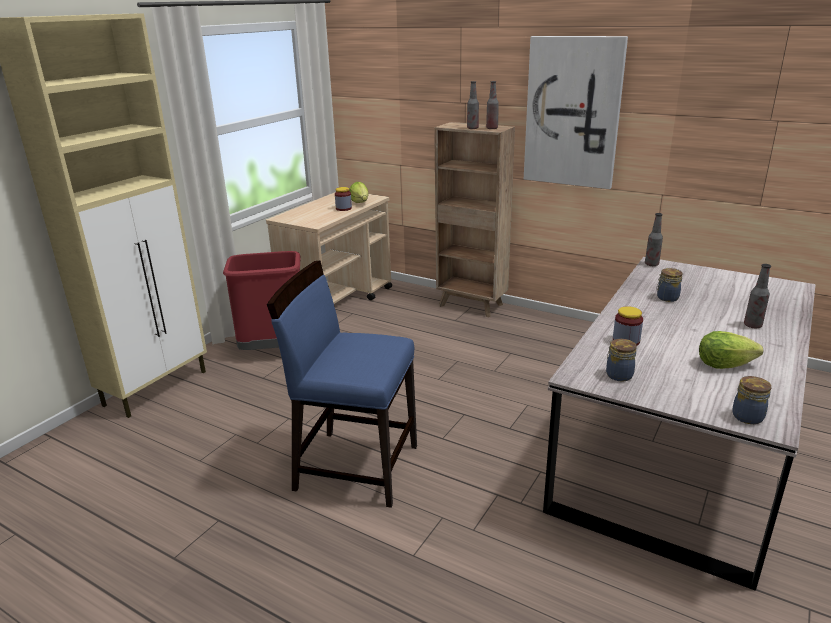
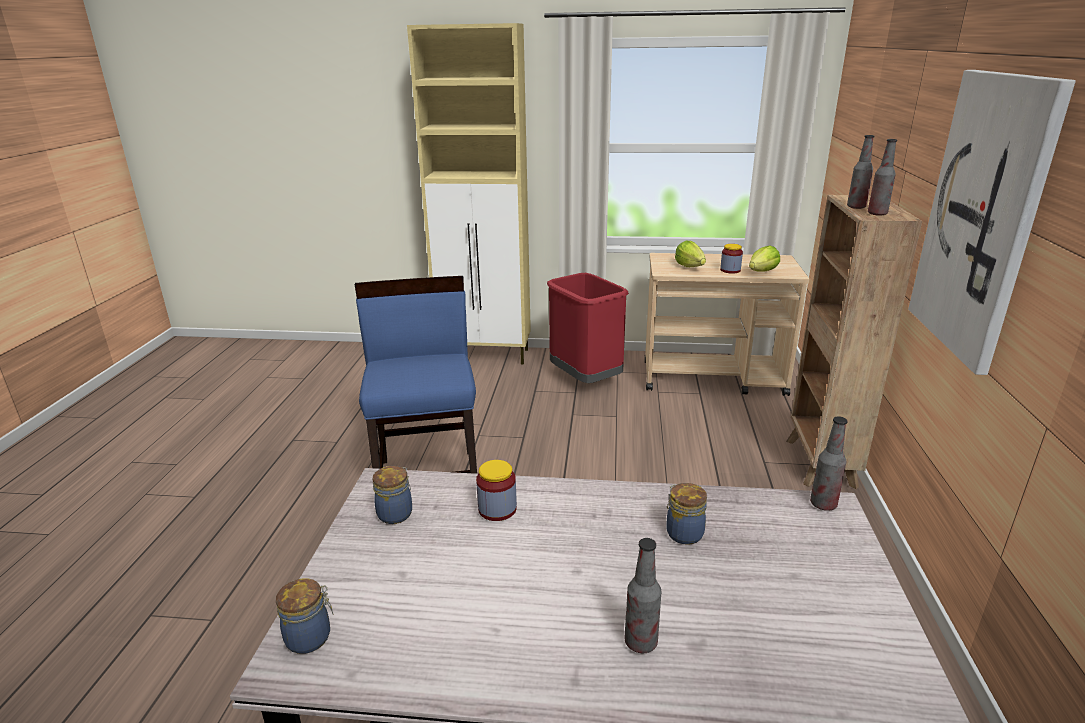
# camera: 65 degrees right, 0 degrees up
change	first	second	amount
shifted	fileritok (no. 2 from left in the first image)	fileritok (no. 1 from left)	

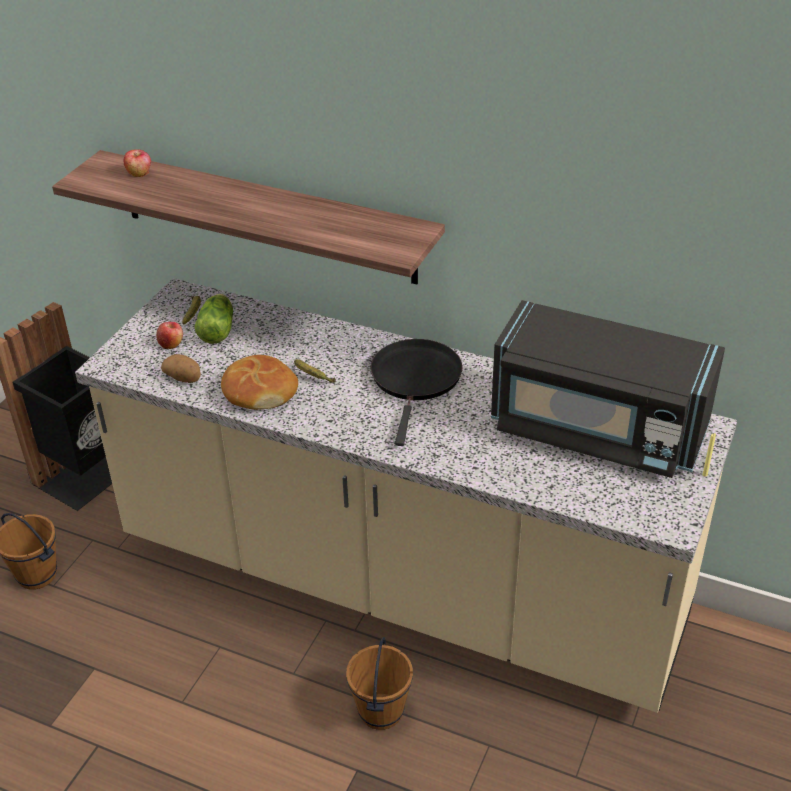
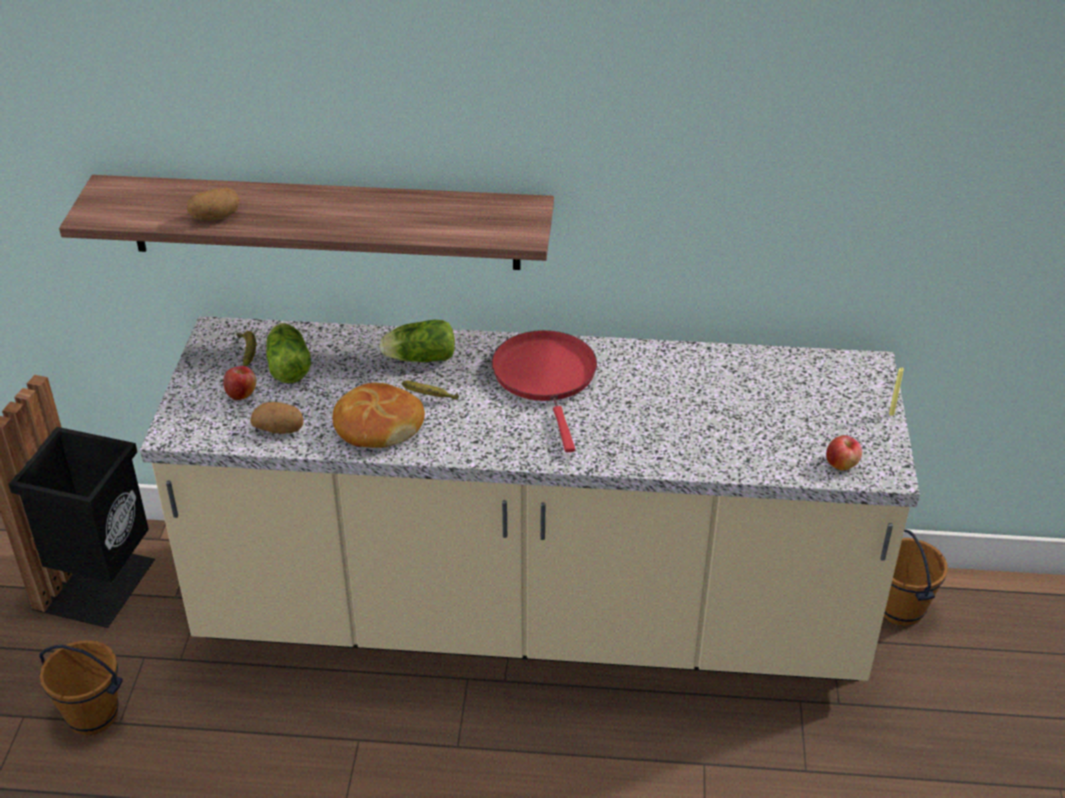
# camera: 20 degrees left, 0 degrees up
change	first	second	amount
gone	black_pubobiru		
new		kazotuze (no. 1 from left)	
new		fileritok (no. 2 from left)	
shifted	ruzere (no. 1 from left in the first image)	ruzere (no. 2 from left)	
shifted	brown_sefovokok (no. 2 from left)		
repainted	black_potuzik	red_potuzik	

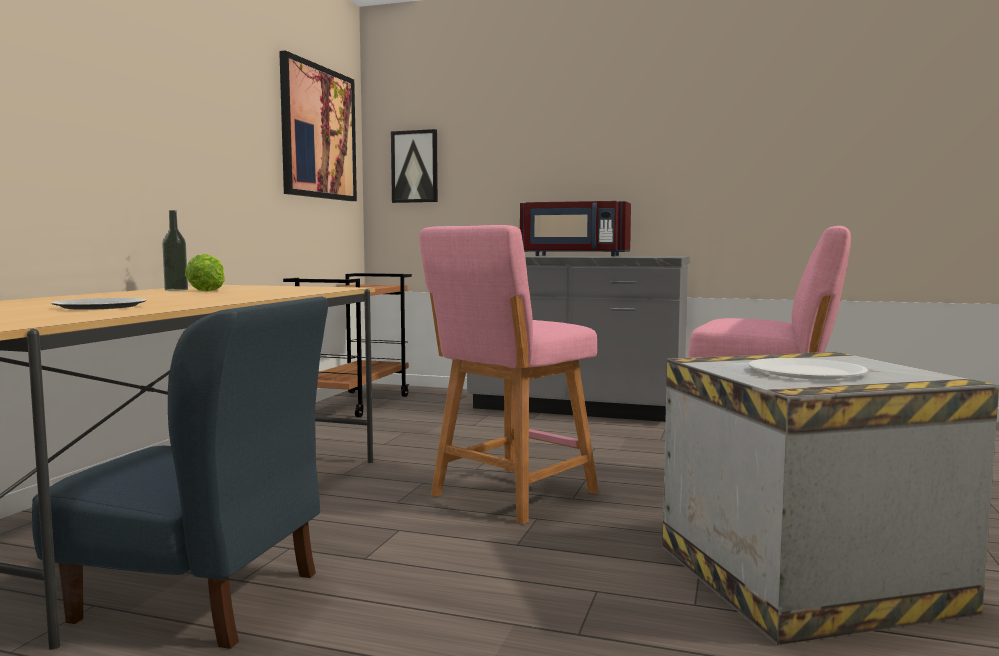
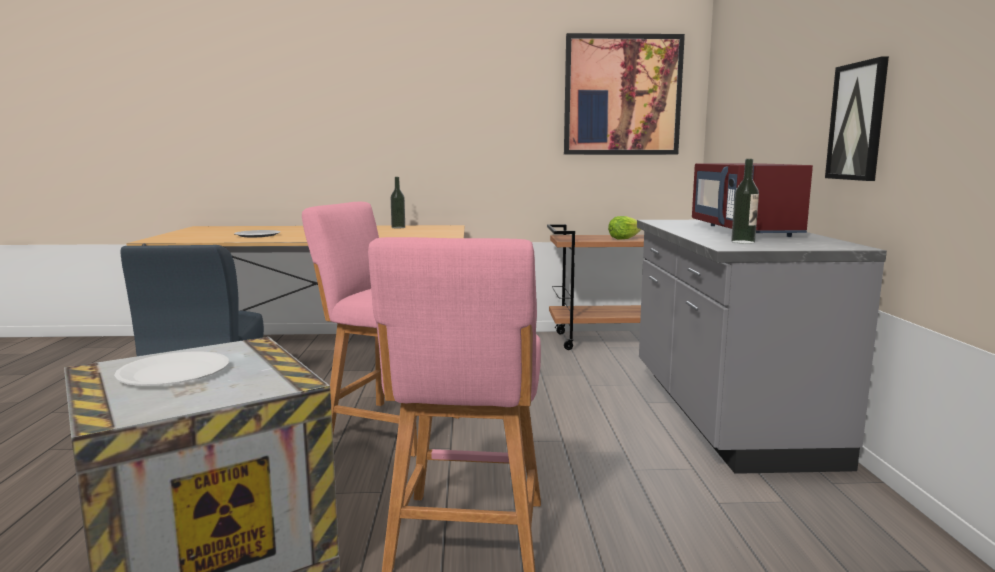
# camera: 70 degrees right, 5 degrees up
change	first	second	amount
new		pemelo (no. 2 from left)	
shifted	fileritok		
shifted	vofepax (no. 2 from left)		

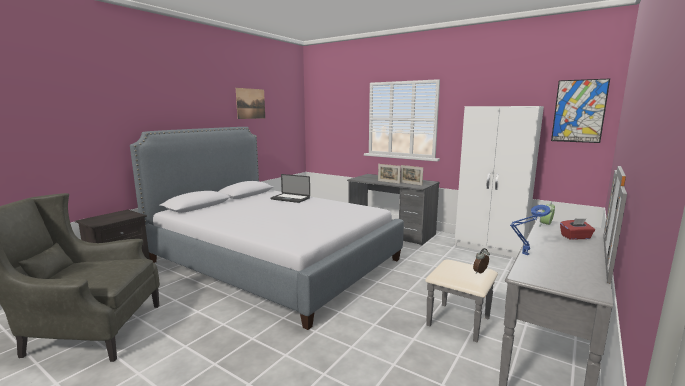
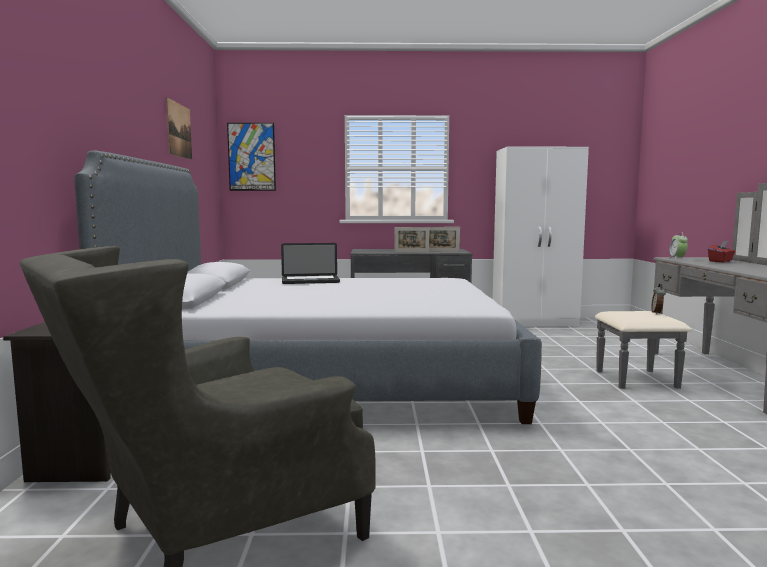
# camera: 35 degrees left, 5 degrees down
change	first	second	amount
gone	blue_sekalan		
shifted	vofepax (no. 2 from left)		

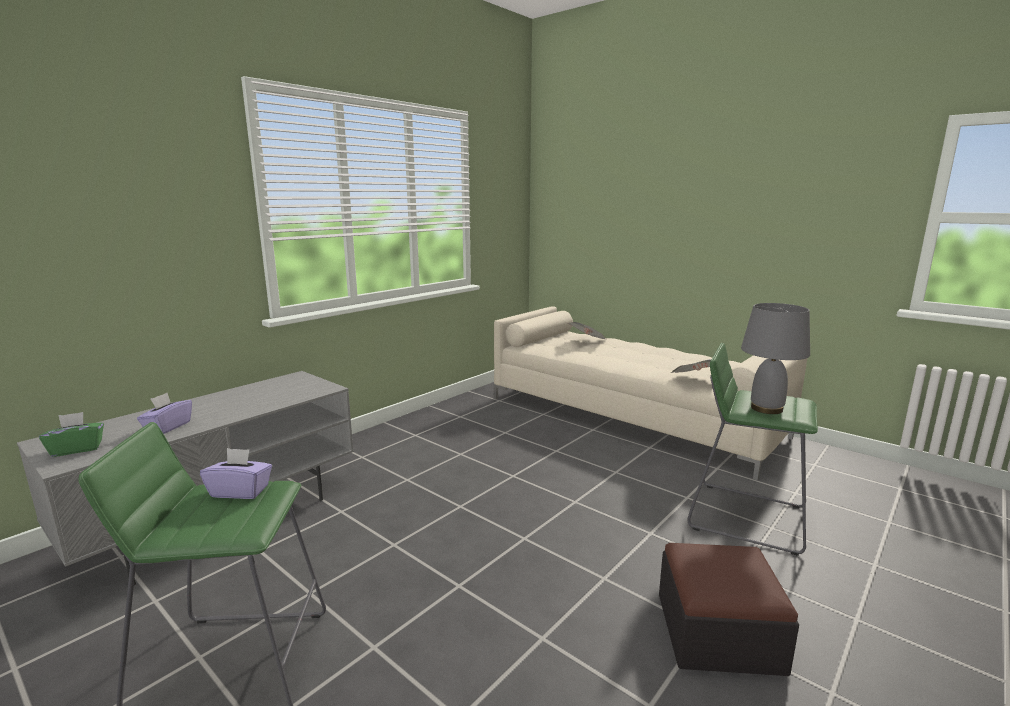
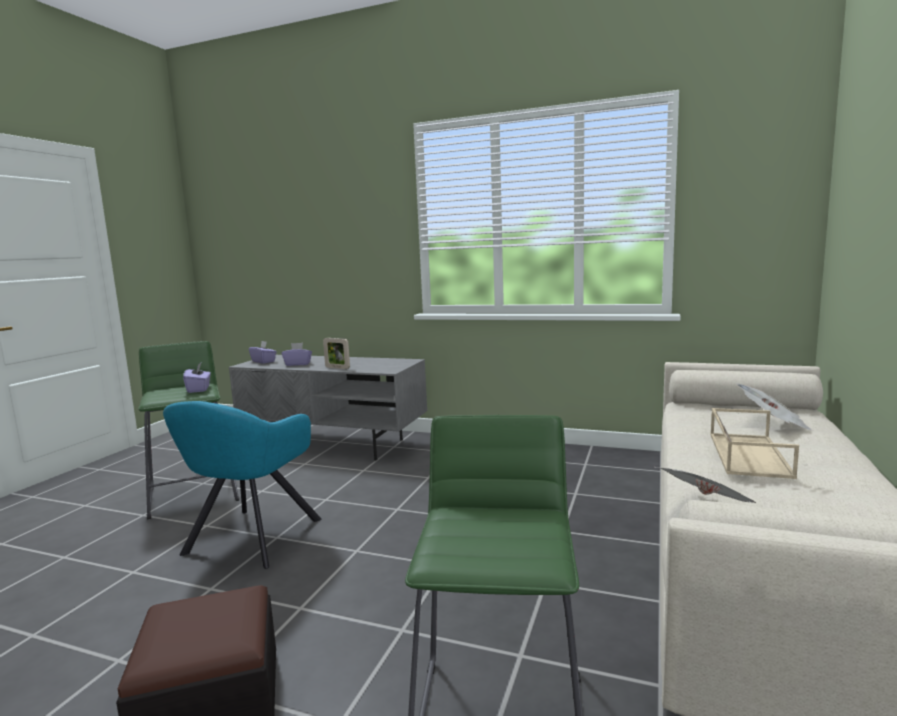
# camera: 70 degrees right, 5 degrees down
change	first	second	amount
gone	grey_sekalan		
new		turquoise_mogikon	
new		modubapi	
new		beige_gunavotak	
repainted	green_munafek	purple_munafek (no. 2 from left)	

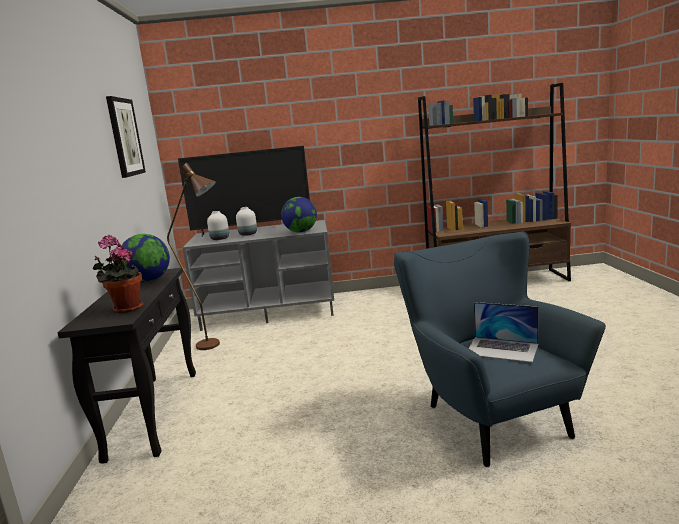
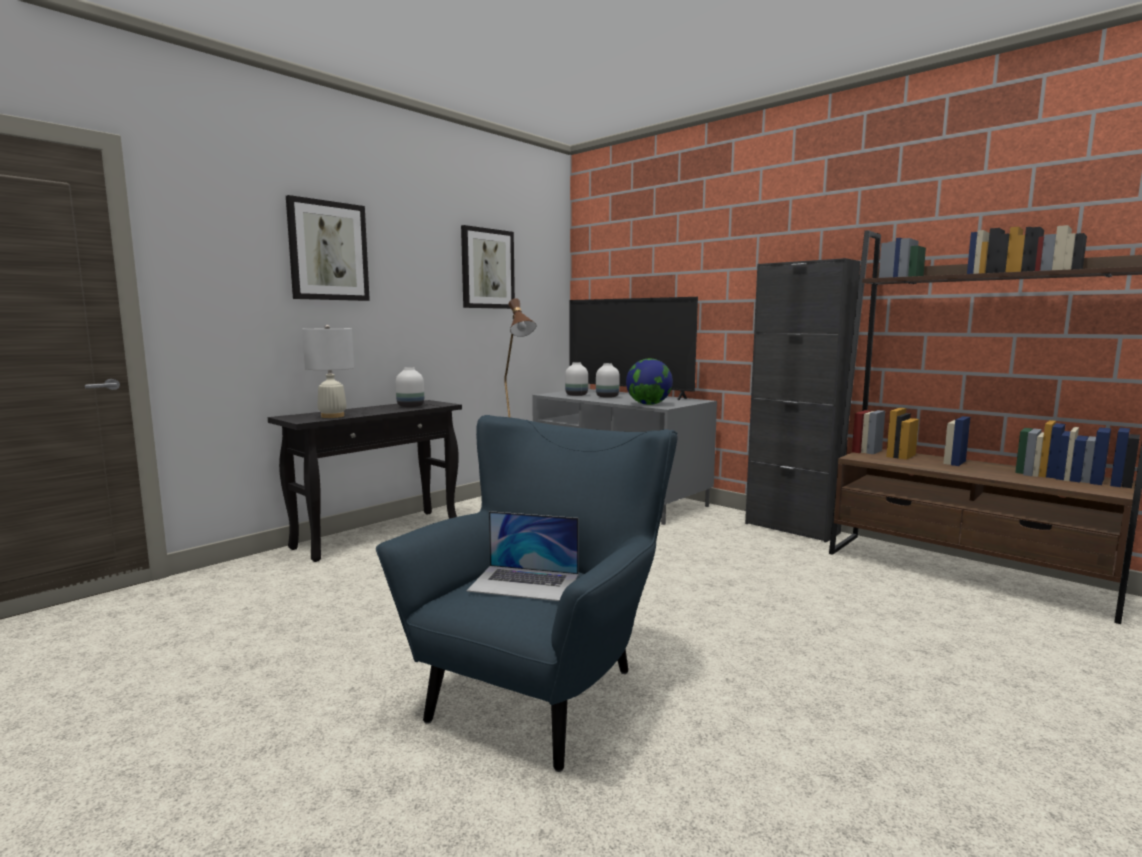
# camera: 45 degrees right, 5 degrees down
change	first	second	amount
new		vofepax (no. 1 from left)	
new		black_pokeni	
swapped	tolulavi	white_sekalan	
swapped	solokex (no. 1 from left)	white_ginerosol (no. 1 from left)	
rotated	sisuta		60 degrees counterclockwise

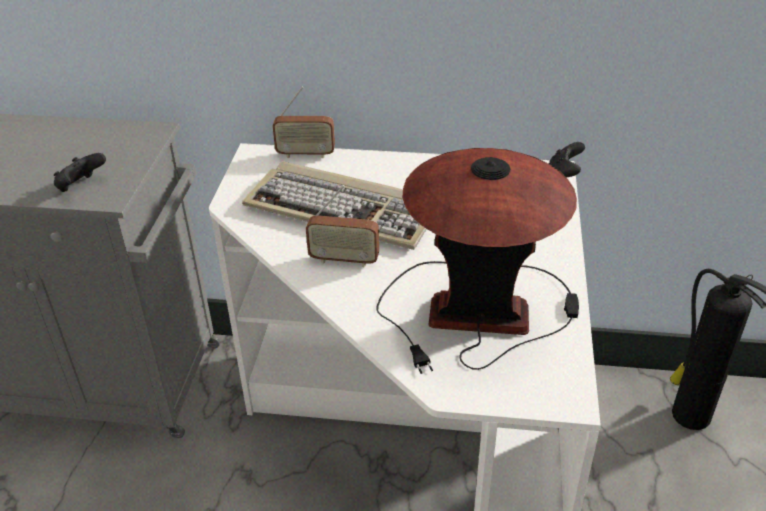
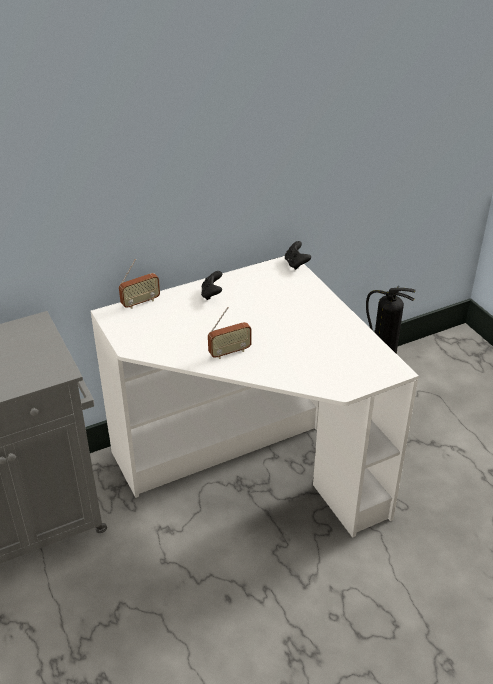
# camera: 35 degrees left, 0 degrees up
change	first	second	amount
gone	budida		
gone	sekalan		
shifted	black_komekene (no. 1 from left)		

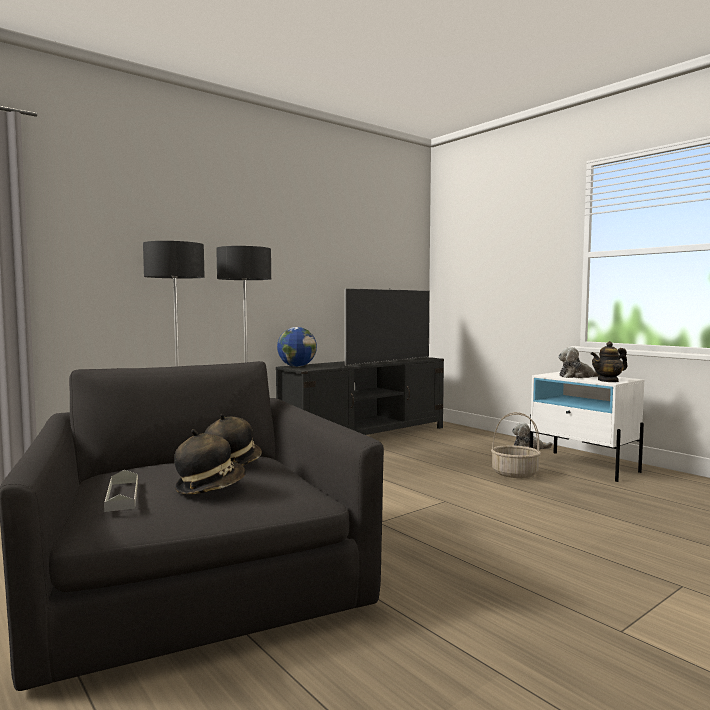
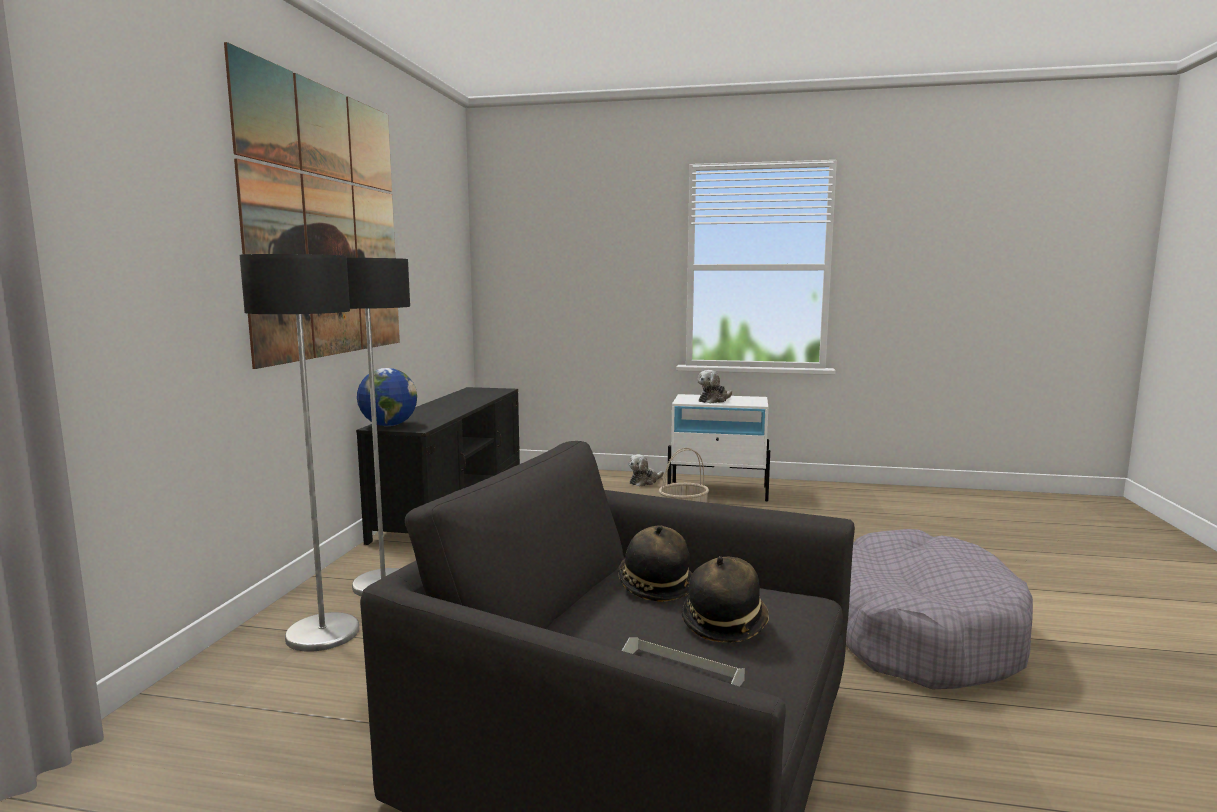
# camera: 40 degrees left, 5 degrees up
change	first	second	amount
gone	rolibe		
gone	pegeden		
new		vofepax	
new		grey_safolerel	

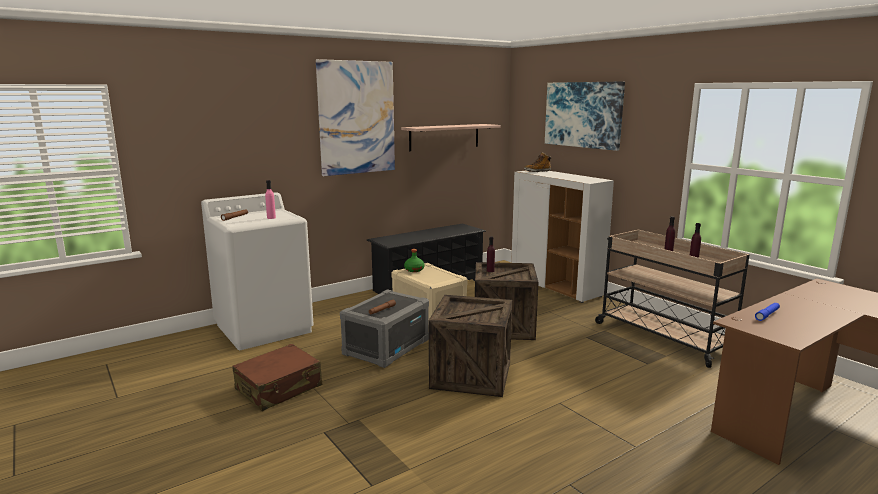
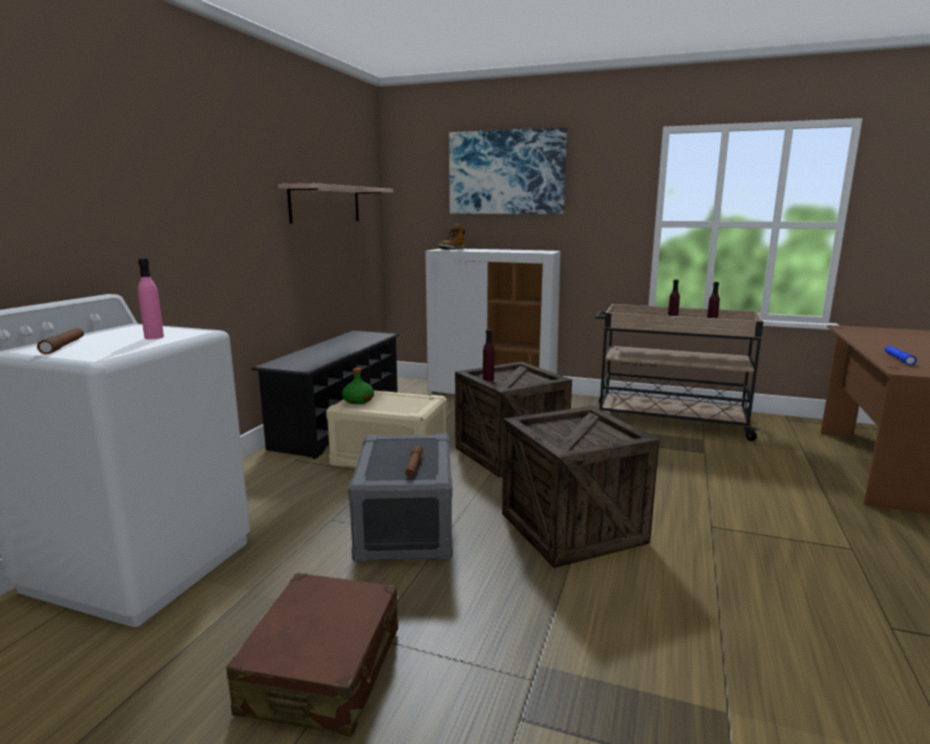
# camera: 35 degrees left, 0 degrees up
change	first	second	amount
gone	vofepax (no. 1 from left)		

